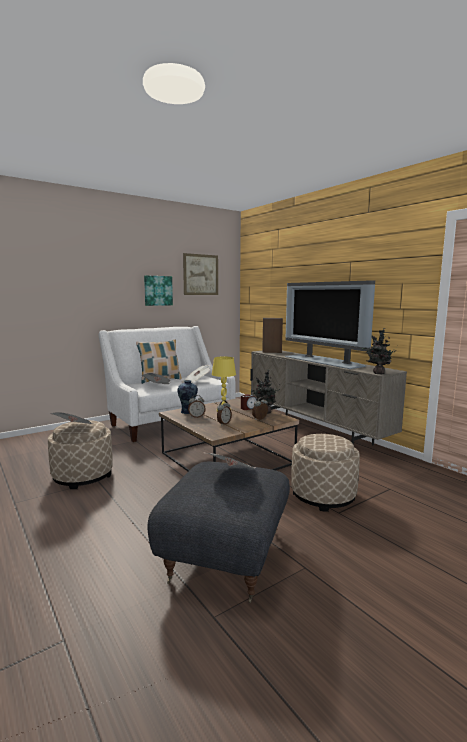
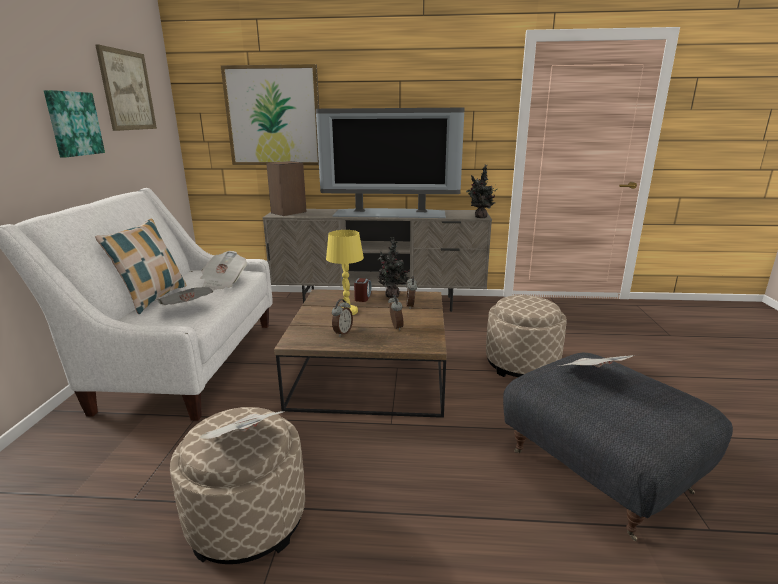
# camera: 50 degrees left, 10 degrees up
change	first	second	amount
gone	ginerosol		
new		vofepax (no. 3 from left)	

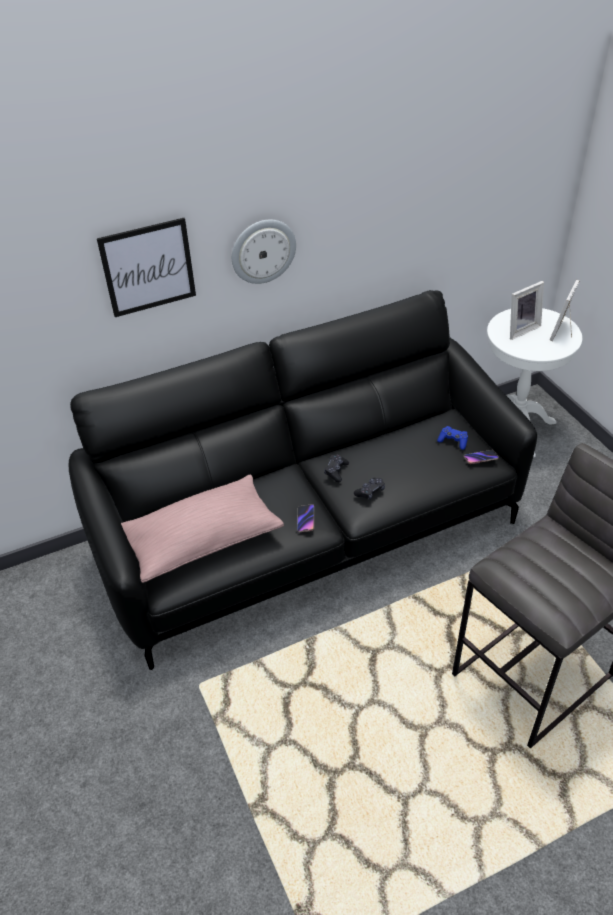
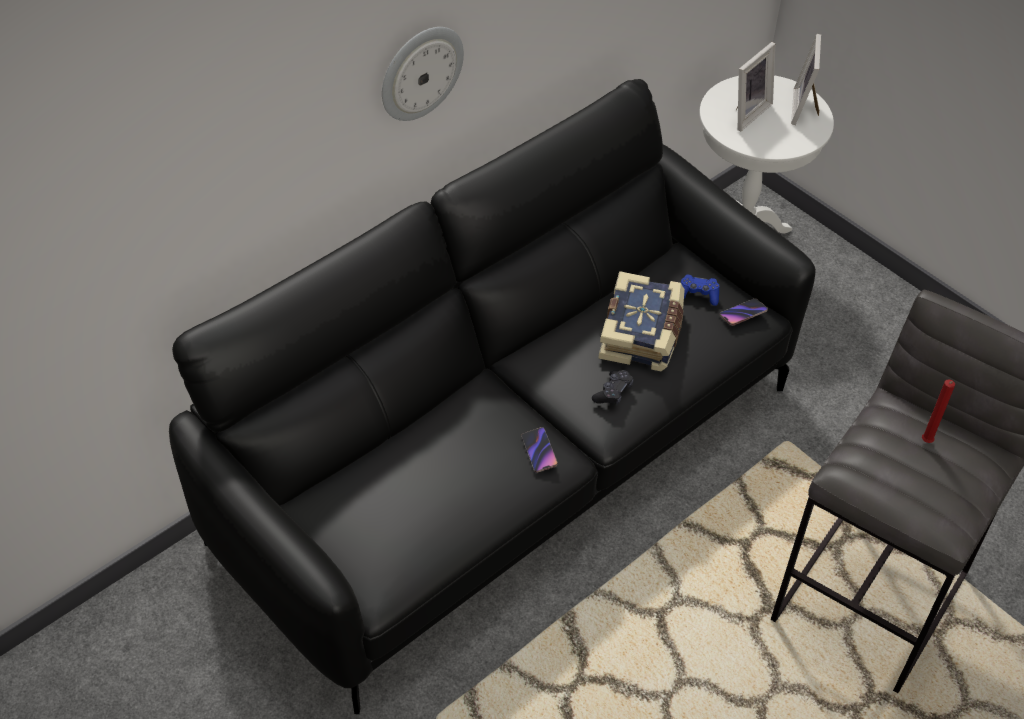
# camera: 20 degrees left, 5 degrees up
change	first	second	amount
gone	vofepax		
gone	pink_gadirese		
gone	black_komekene (no. 1 from left)		
new		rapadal	
new		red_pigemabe	

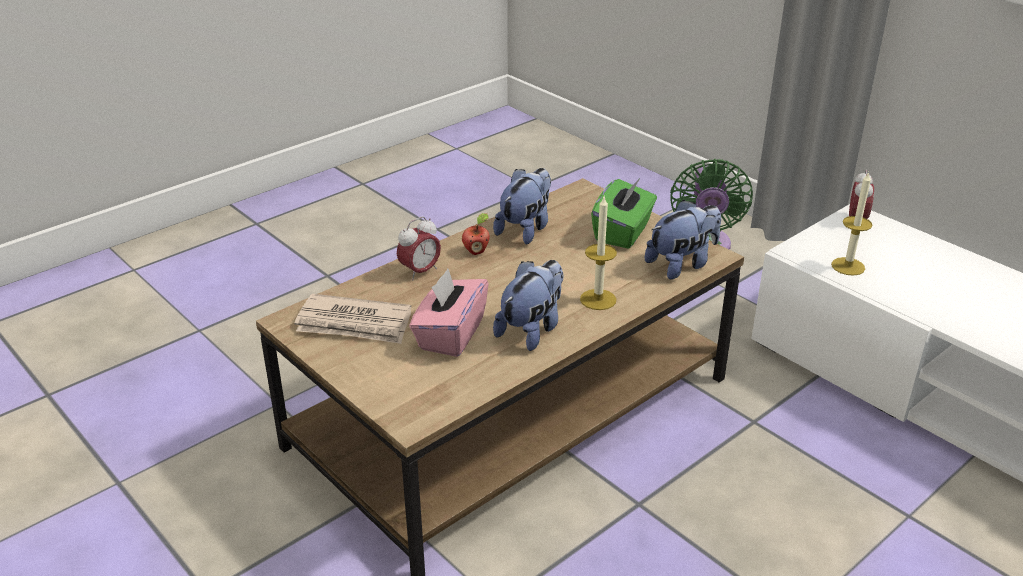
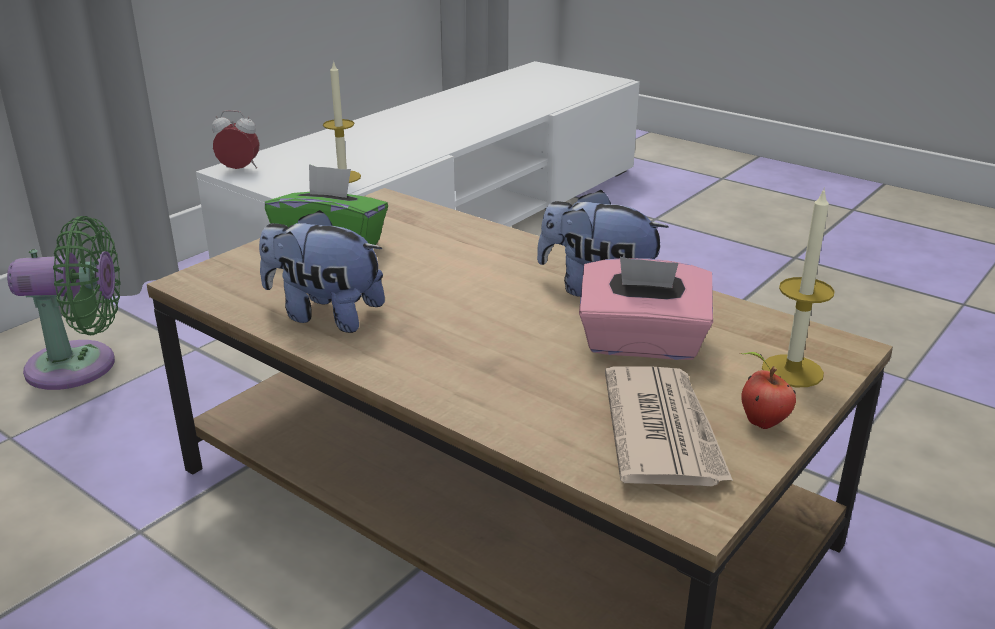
# camera: 100 degrees left, 5 degrees down
change	first	second	amount
gone	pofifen (no. 1 from left)		
gone	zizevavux (no. 3 from left)		
shifted	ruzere		
shifted	pigemabe (no. 1 from left in the first image)	pigemabe (no. 2 from left)	

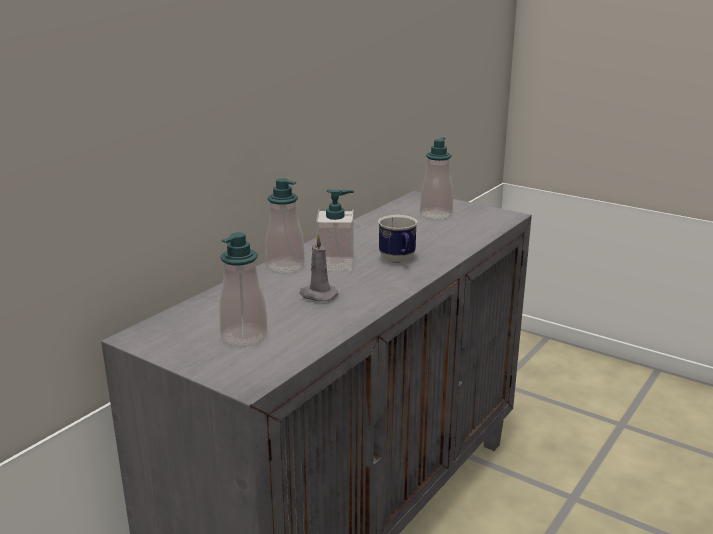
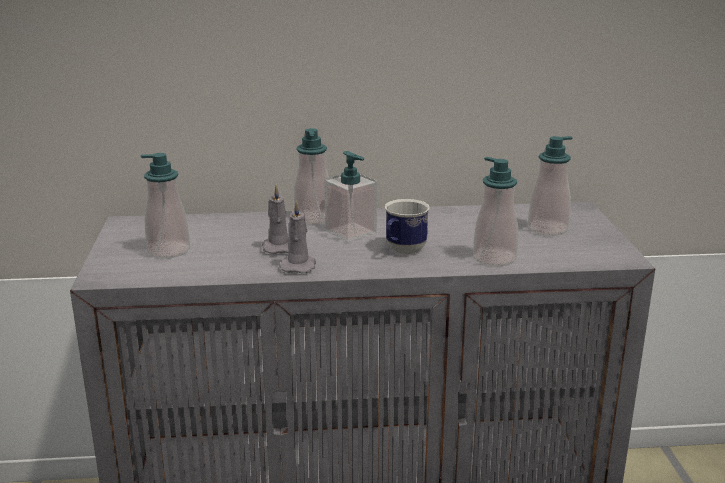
# camera: 50 degrees right, 0 degrees up
change	first	second	amount
new		grey_pigemabe (no. 2 from left)	
new		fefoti (no. 4 from left)	

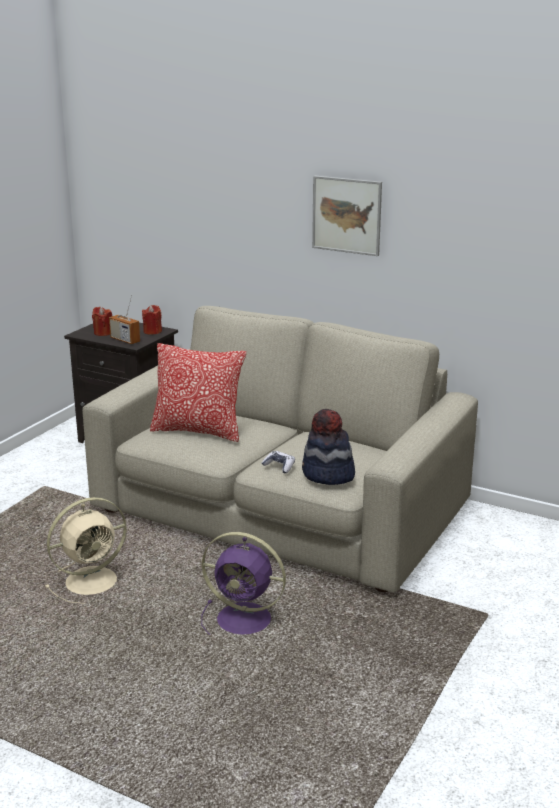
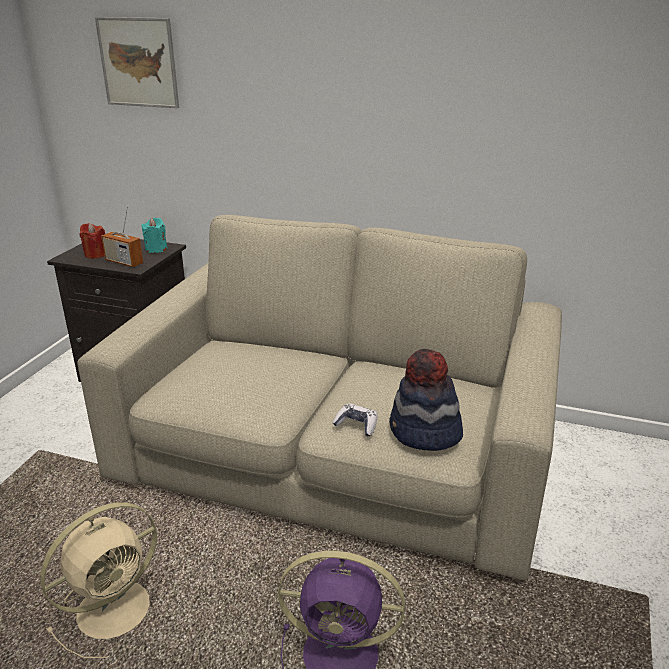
# camera: 10 degrees left, 5 degrees up
change	first	second	amount
gone	gadirese		
shifted	vofepax		
repainted	red_pigemabe (no. 2 from left)	turquoise_pigemabe	

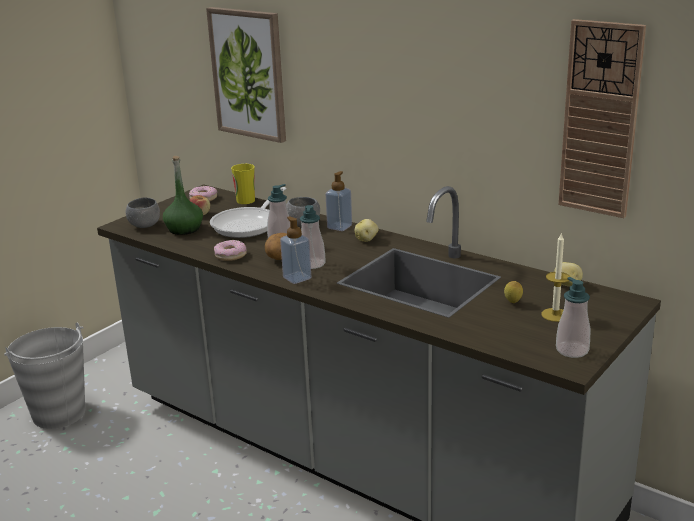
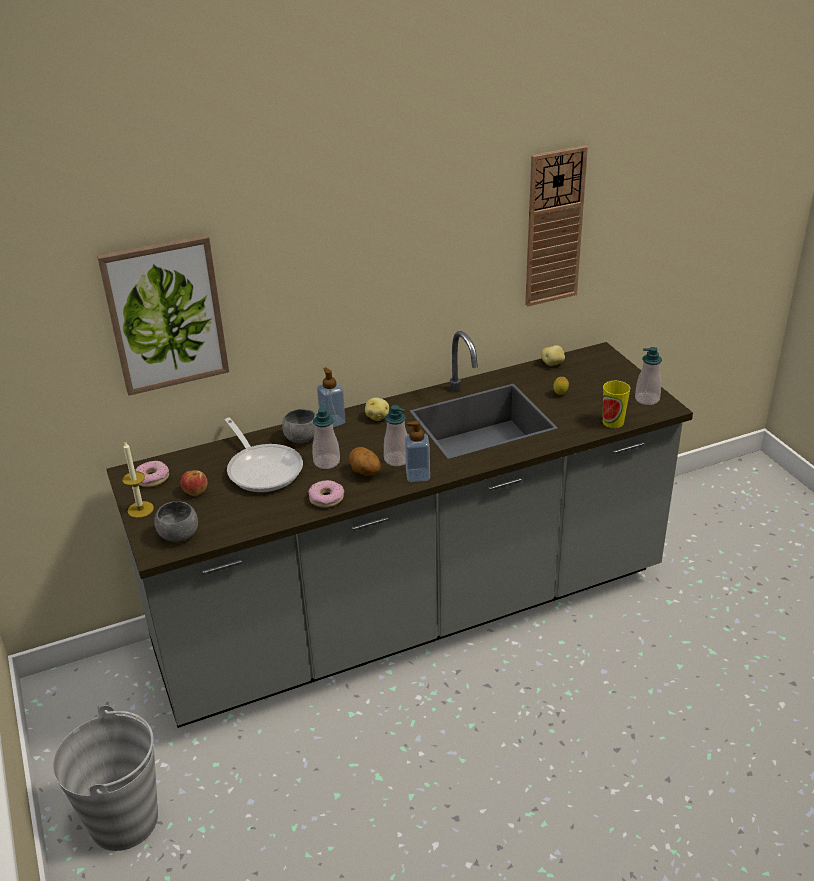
# camera: 60 degrees left, 10 degrees up
change	first	second	amount
gone	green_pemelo		
shifted	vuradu		
shifted	pigemabe		

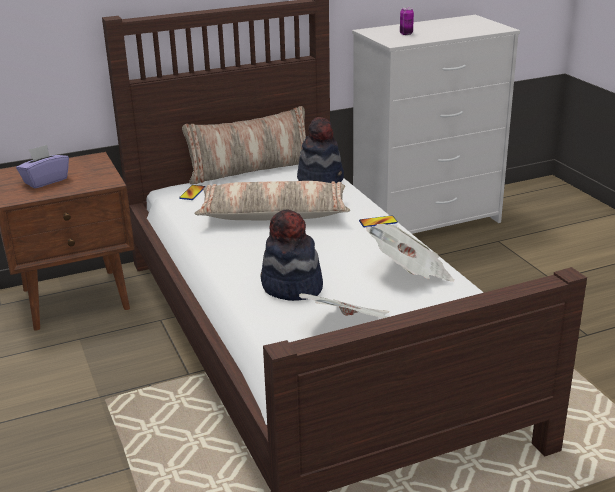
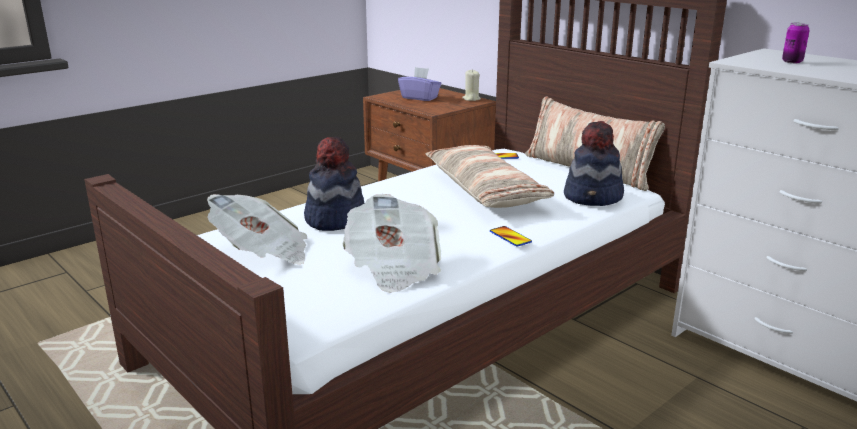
# camera: 70 degrees right, 5 degrees down
change	first	second	amount
new		beige_pigemabe	

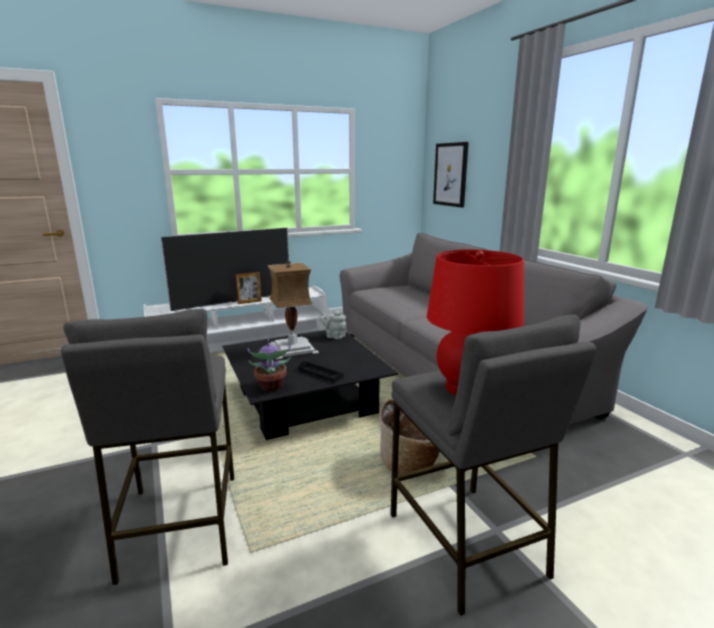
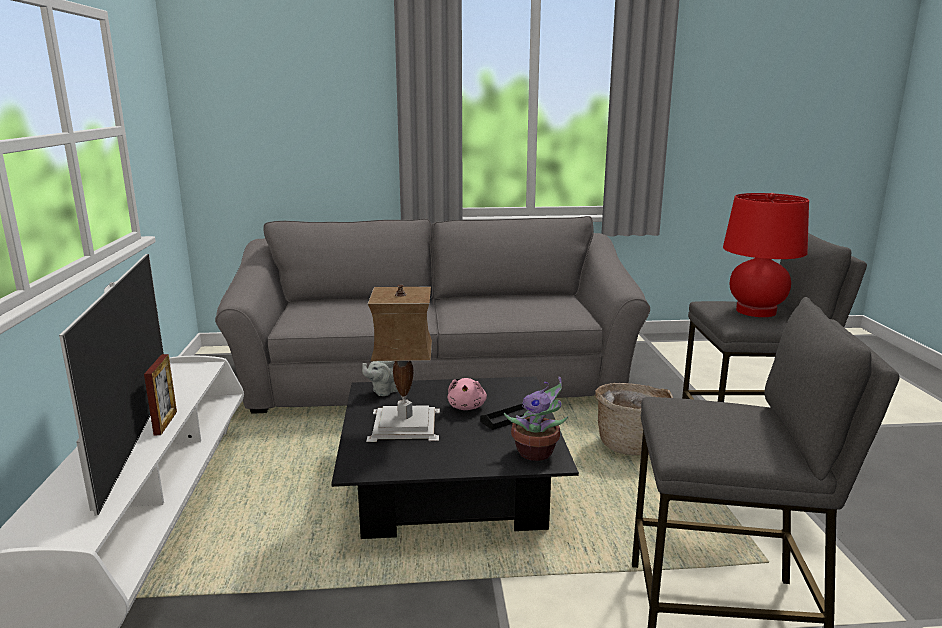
# camera: 70 degrees left, 0 degrees up
change	first	second	amount
gone	vofepax		
new		pink_zizevavux	

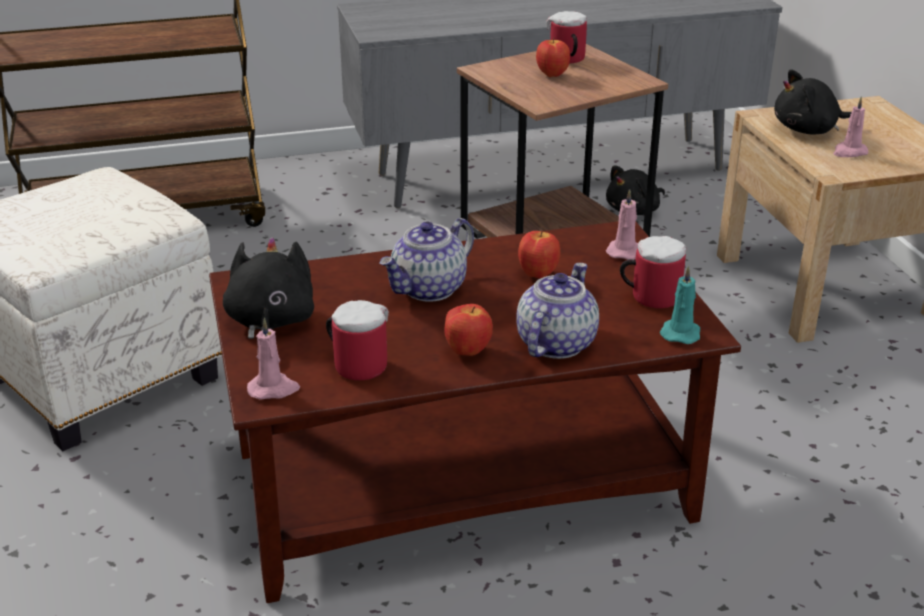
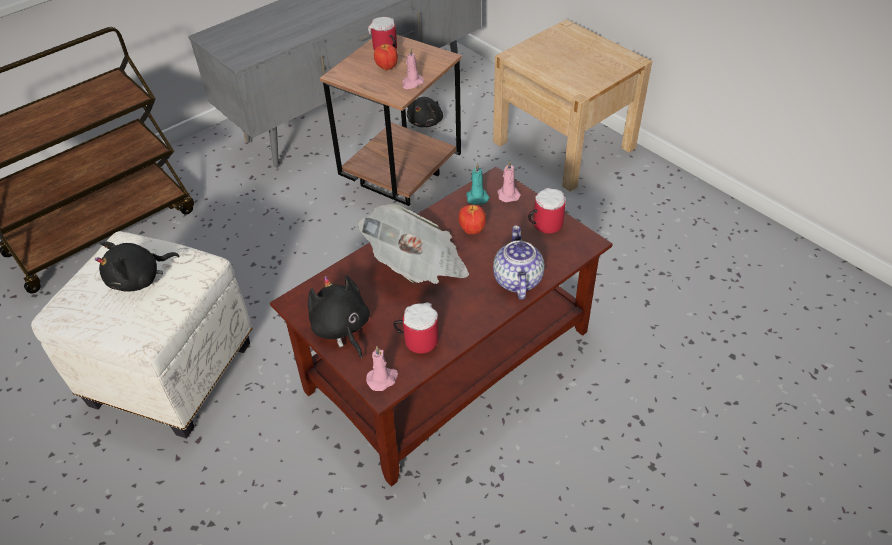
# camera: 25 degrees left, 15 degrees up
change	first	second	amount
gone	ruzere (no. 1 from left)		
shifted	turquoise_pigemabe		
shifted	black_zizevavux (no. 3 from left in the first image)	black_zizevavux (no. 1 from left)	
shifted	pink_pigemabe (no. 3 from left in the first image)	pink_pigemabe (no. 2 from left)	
swapped	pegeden (no. 1 from left)	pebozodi	

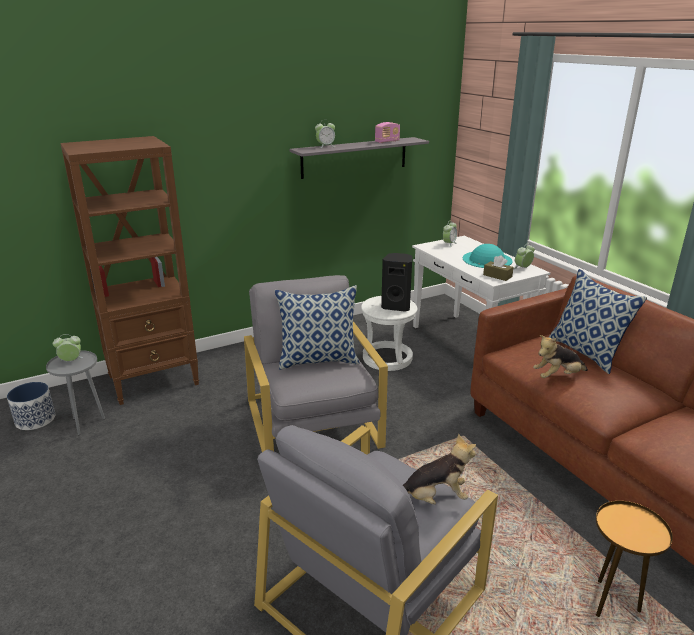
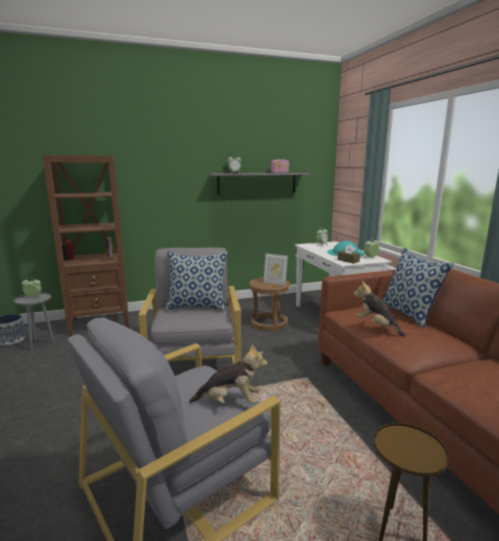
# camera: 10 degrees right, 10 degrees down
change	first	second	amount
swapped	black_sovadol	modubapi	
repainted	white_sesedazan	brown_sesedazan	
rotated	zizevavux (no. 2 from left)		60 degrees clockwise

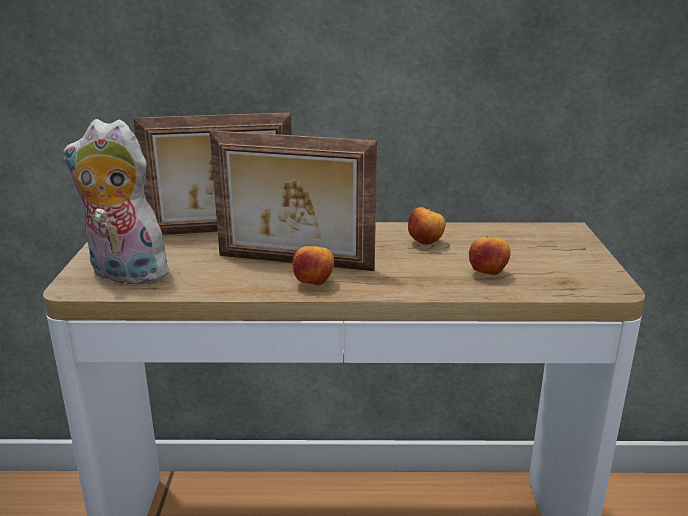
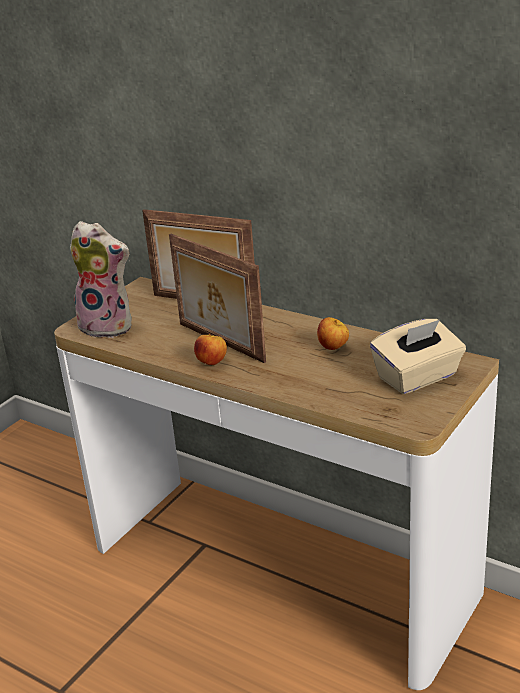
# camera: 35 degrees right, 5 degrees up
change	first	second	amount
gone	ruzere (no. 3 from left)		
new		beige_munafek	
rotated	zizevavux		150 degrees clockwise

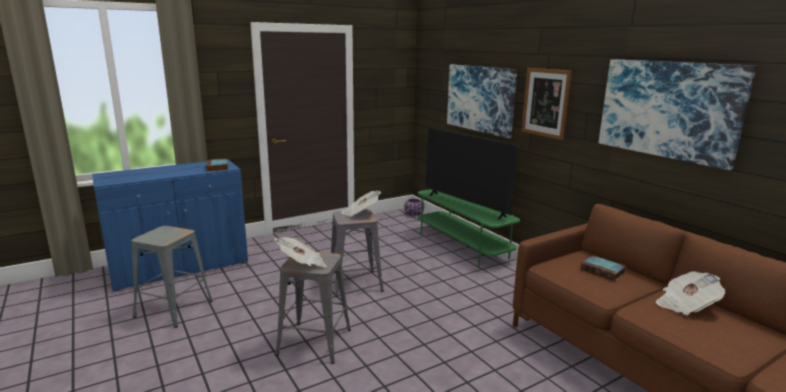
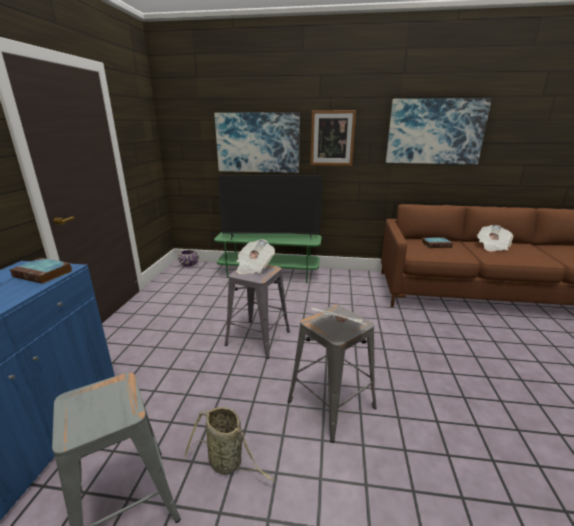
# camera: 50 degrees left, 5 degrees up
change	first	second	amount
new		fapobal	

